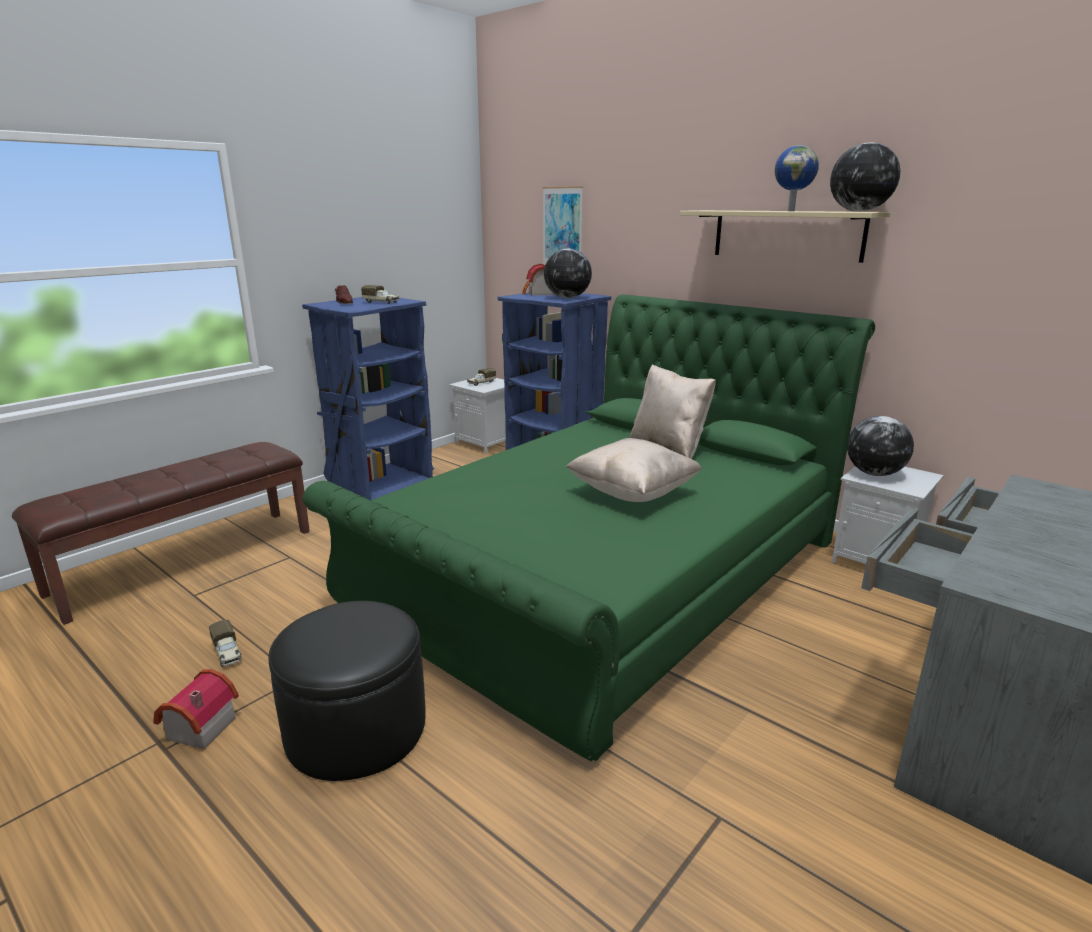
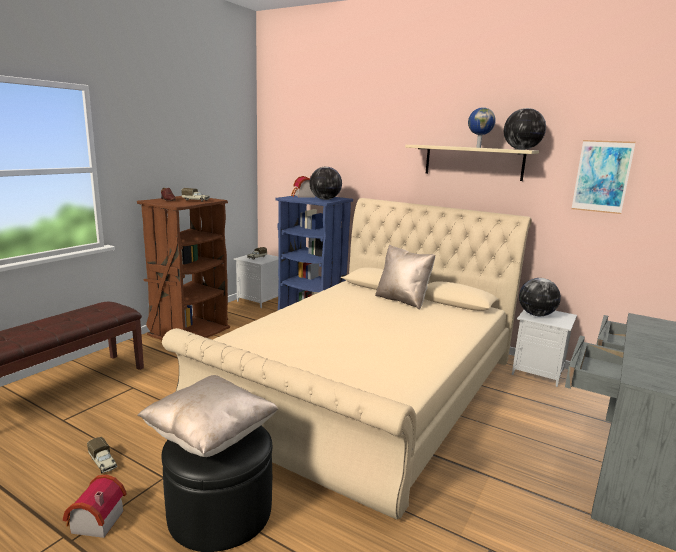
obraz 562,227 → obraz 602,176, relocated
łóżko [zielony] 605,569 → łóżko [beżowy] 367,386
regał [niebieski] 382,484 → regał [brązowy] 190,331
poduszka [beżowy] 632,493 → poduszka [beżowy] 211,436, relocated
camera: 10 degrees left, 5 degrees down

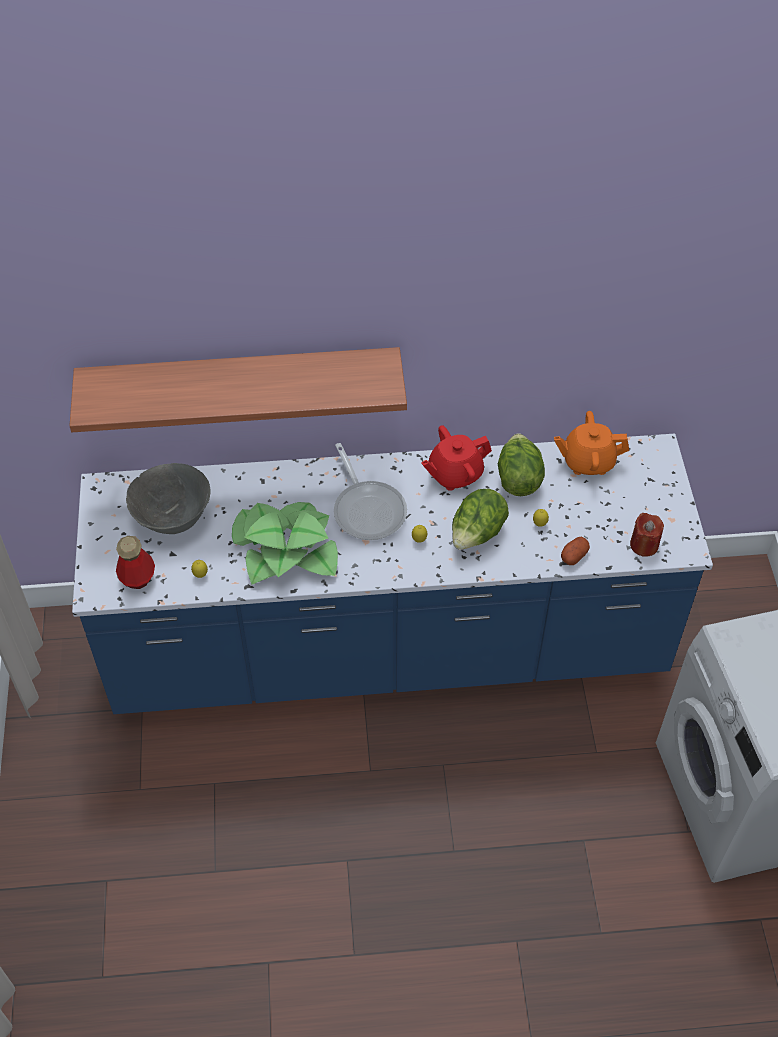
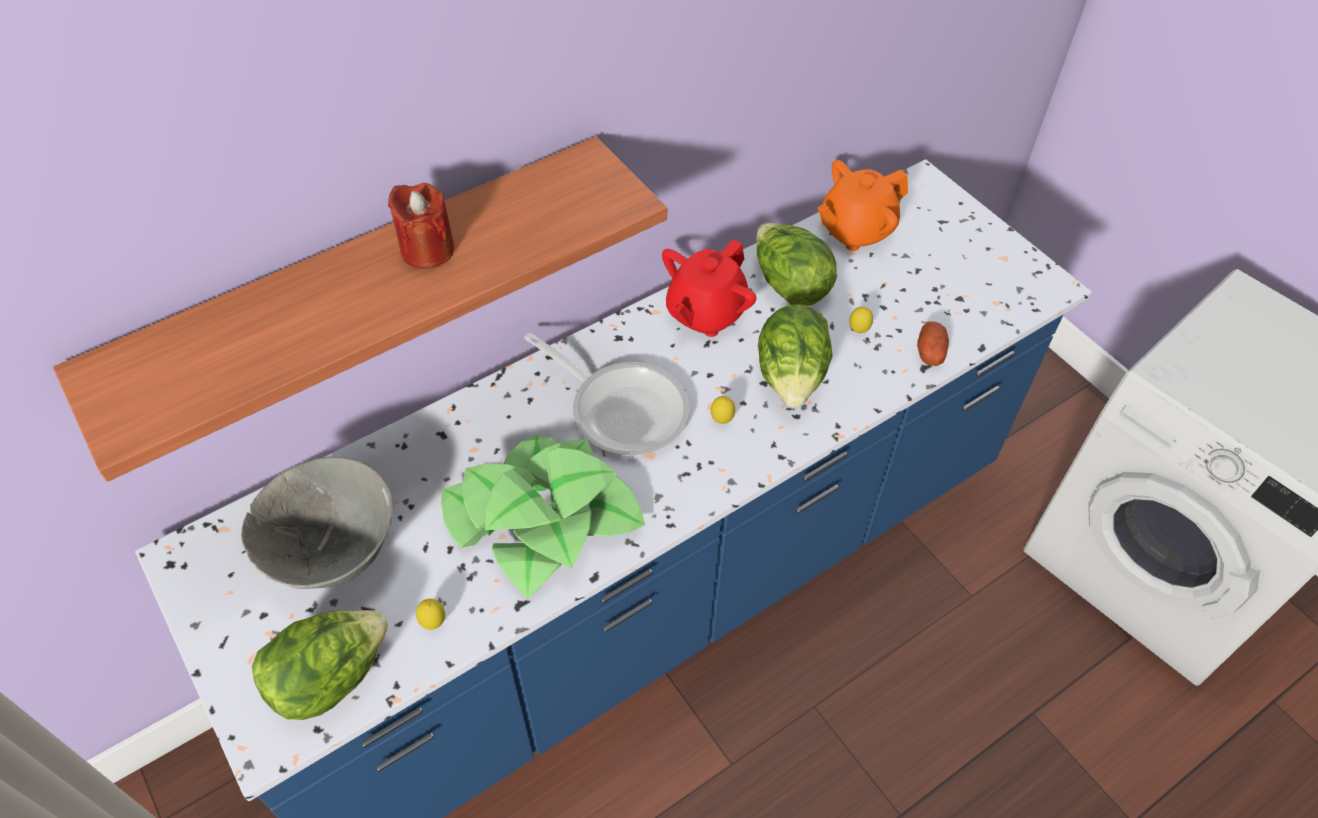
świeca [czerwony] 644,545 → świeca [czerwony] 427,250, relocated
butelka 138,578 → sałata 330,678
camera: 30 degrees left, 0 degrees up

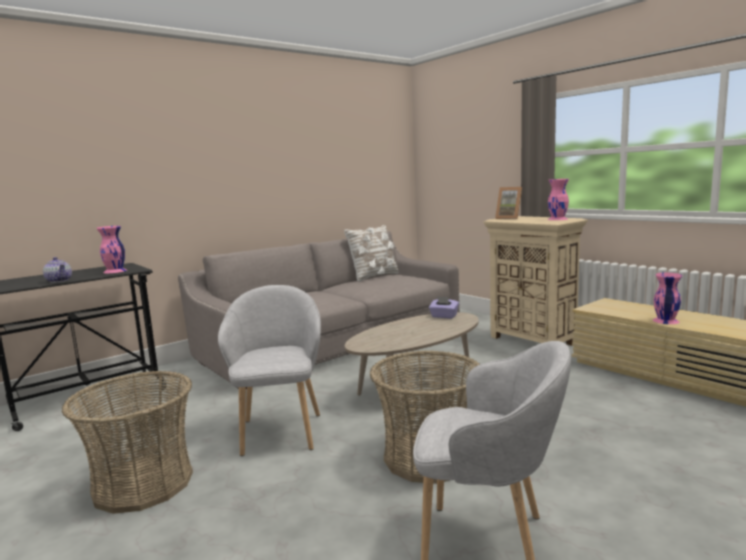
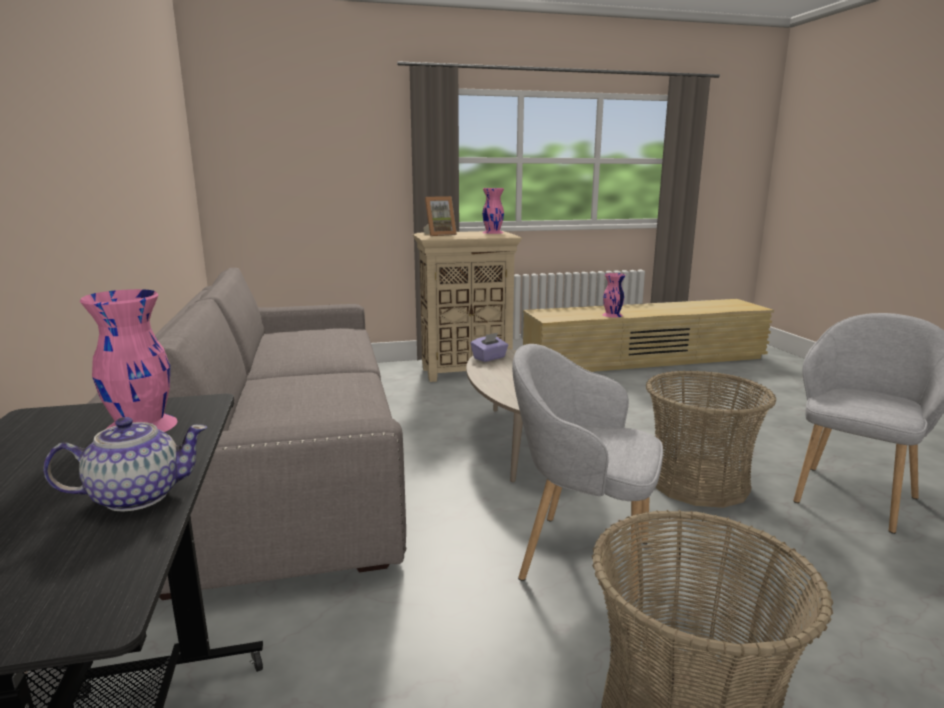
poduszka [biały] 374,277 → -
camera: 65 degrees left, 5 degrees up

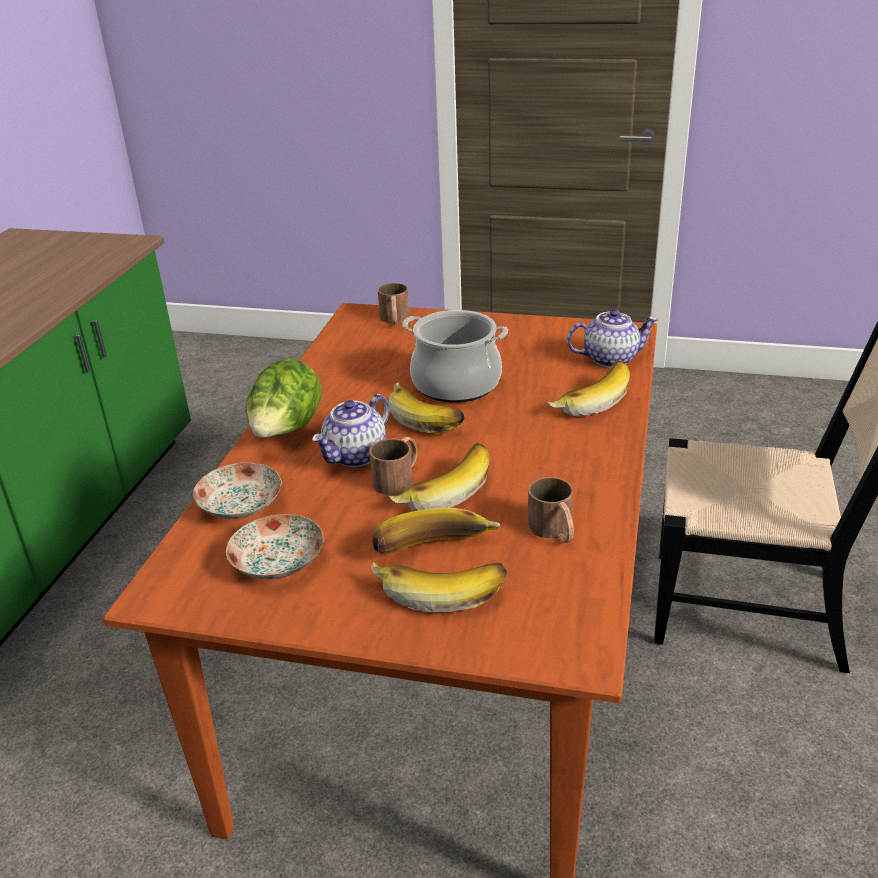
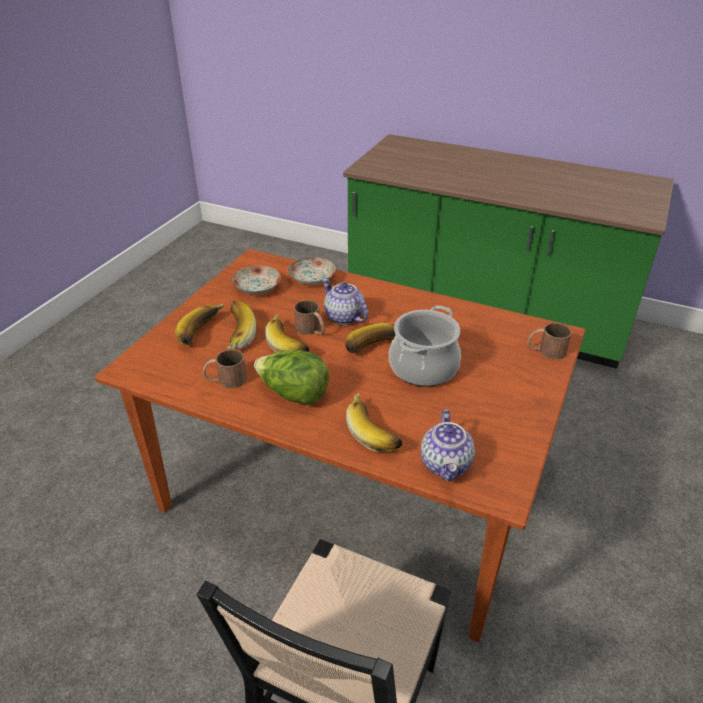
sałata 286,432 → sałata 293,395, relocated
camera: 100 degrees right, 5 degrees up

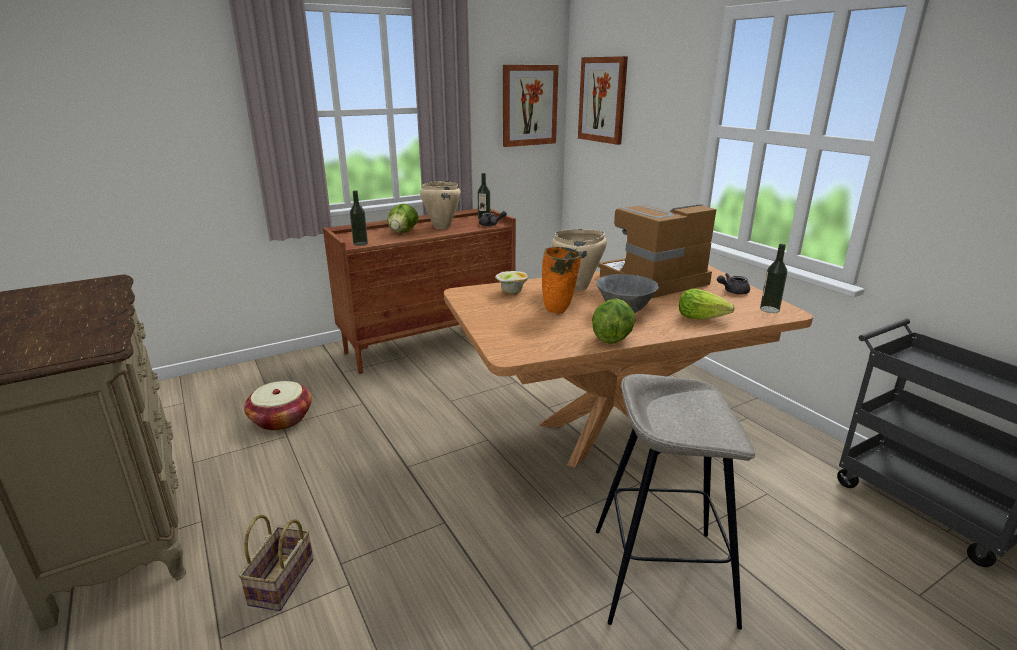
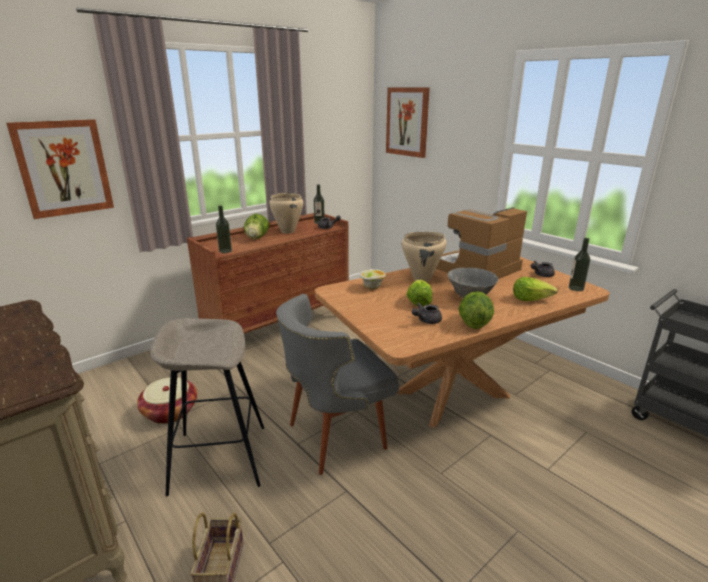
obraz 529,105 → obraz 63,168, relocated
wazon [pomarańczowy] 558,311 → sałata 418,301
stołek [szary] 661,574 → stołek [szary] 219,458, relocated
- → krzesło [szary] 337,436
- → imbryk [szary] 426,321
camera: 10 degrees left, 0 degrees up

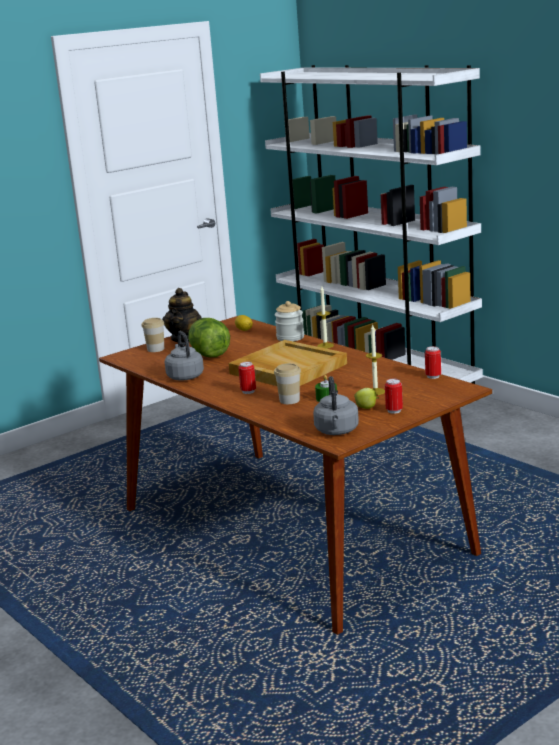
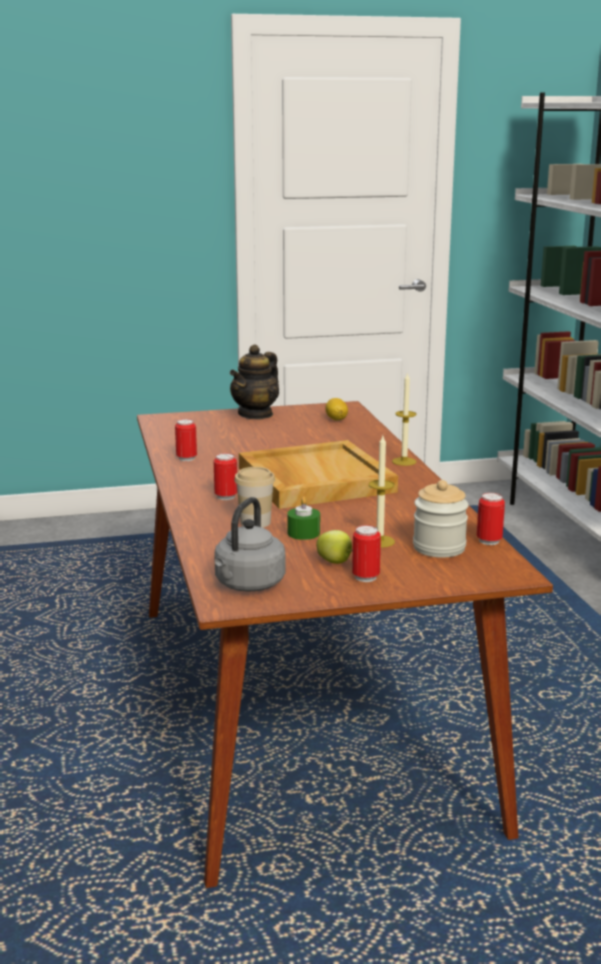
słoik 290,337 → słoik 439,548, relocated
filiżanka 155,349 → -
sałata 209,355 → -
czajnik [szary] 184,376 → puszka 186,458
camera: 25 degrees right, 0 degrees up

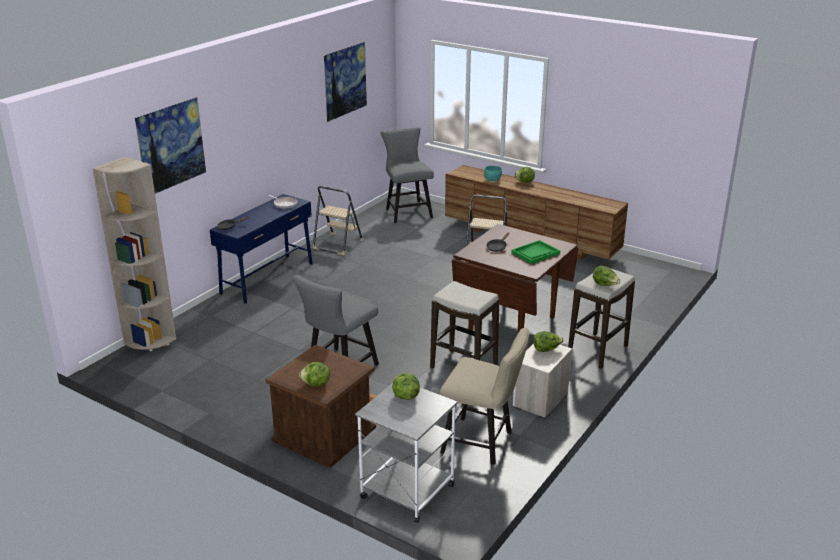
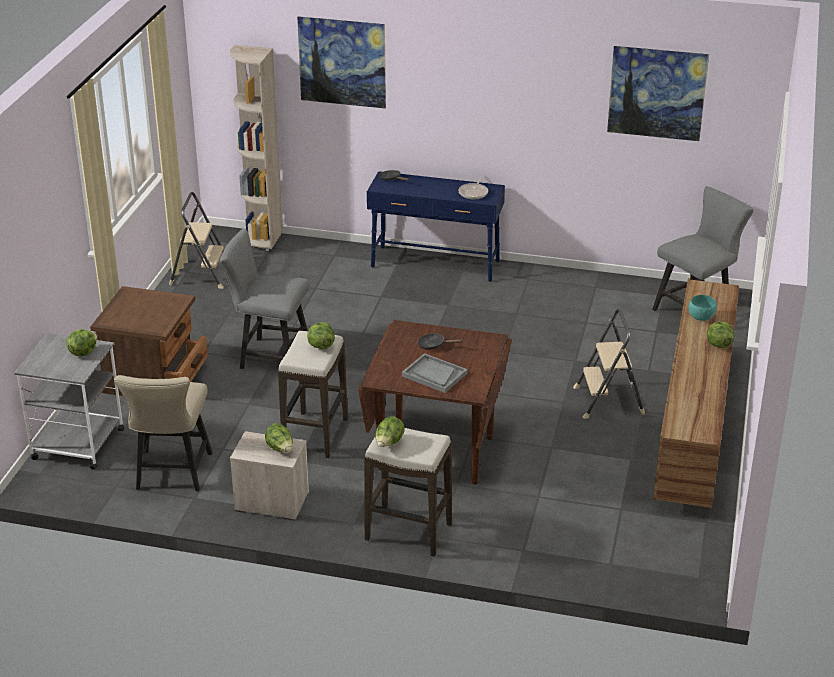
drabinka [beżowy] 336,245 → drabinka [beżowy] 198,274, relocated
taca [zielony] 535,253 → taca [szary] 434,375
sałata 316,384 → sałata 320,346, relocated
camera: 70 degrees right, 5 degrees up

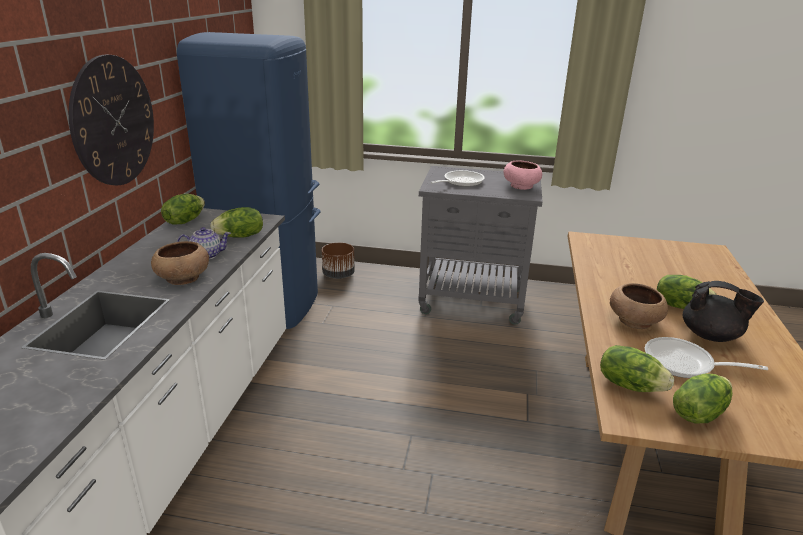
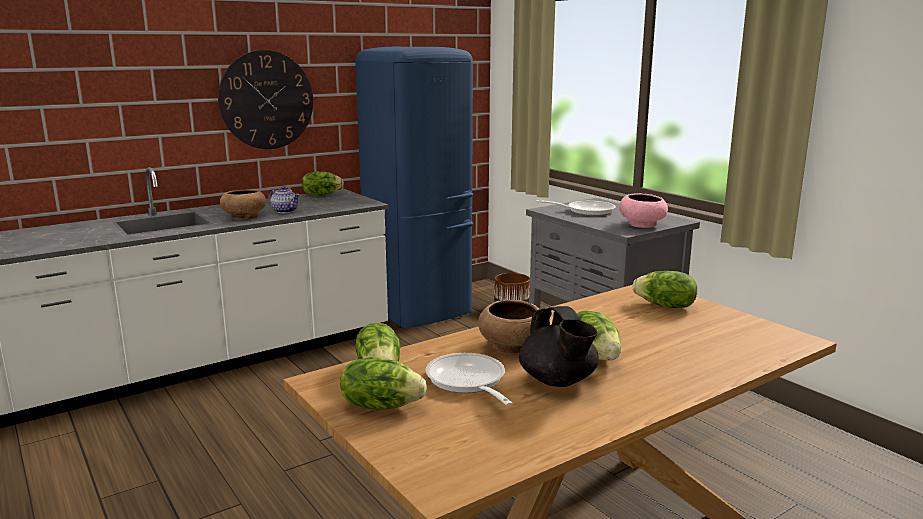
sałata 240,236 → sałata 665,306, relocated
camera: 45 degrees right, 10 degrees down

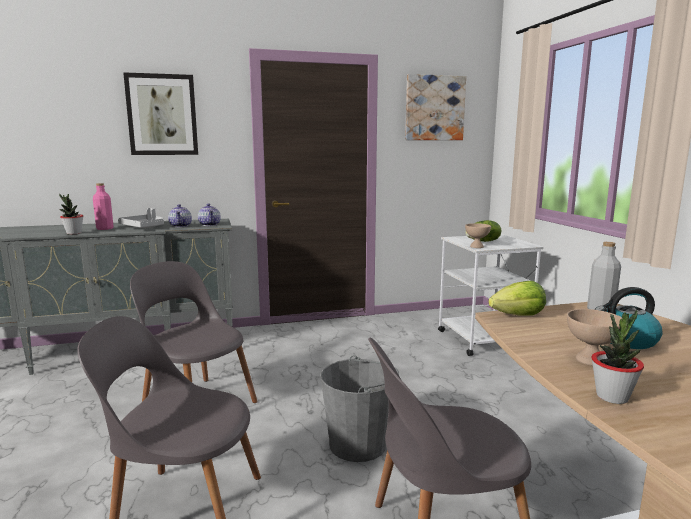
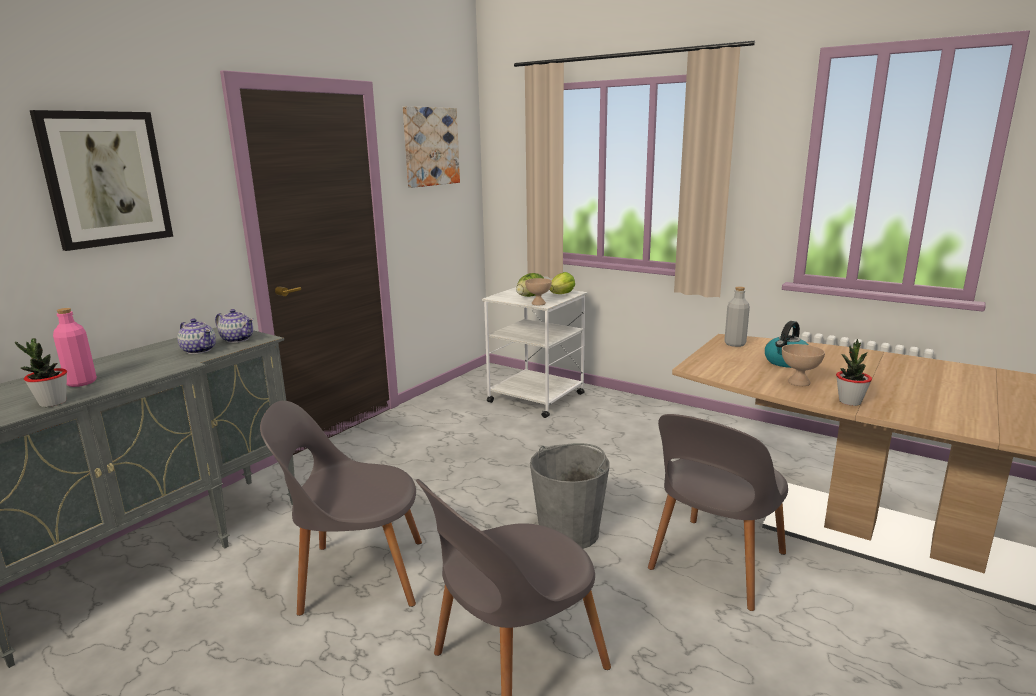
taca [szary] 144,227 → -
sałata 518,316 → sałata 561,294, relocated
camera: 40 degrees left, 5 degrees up

